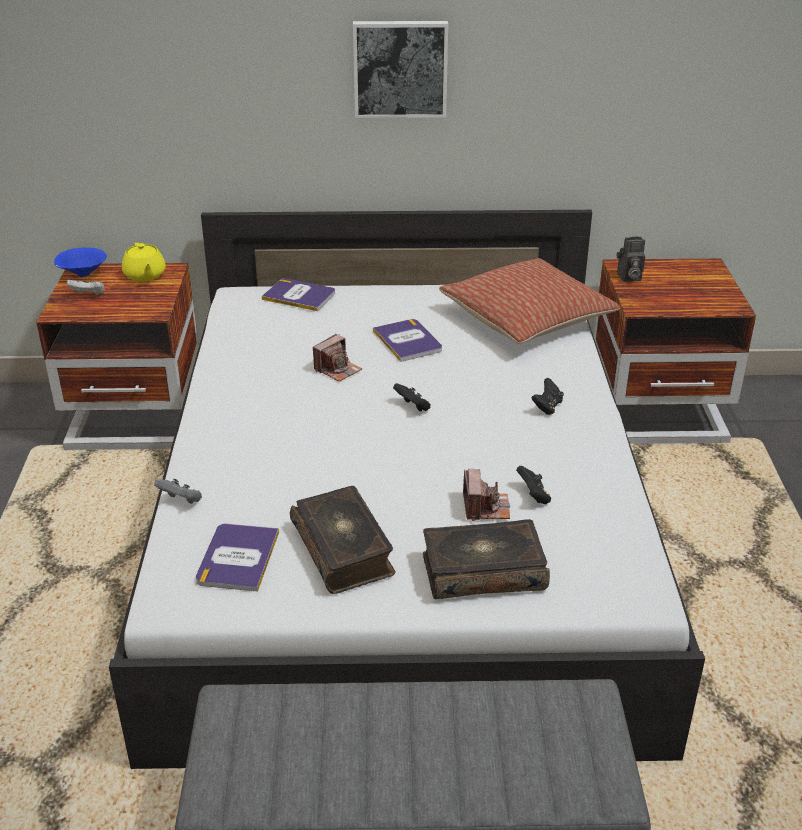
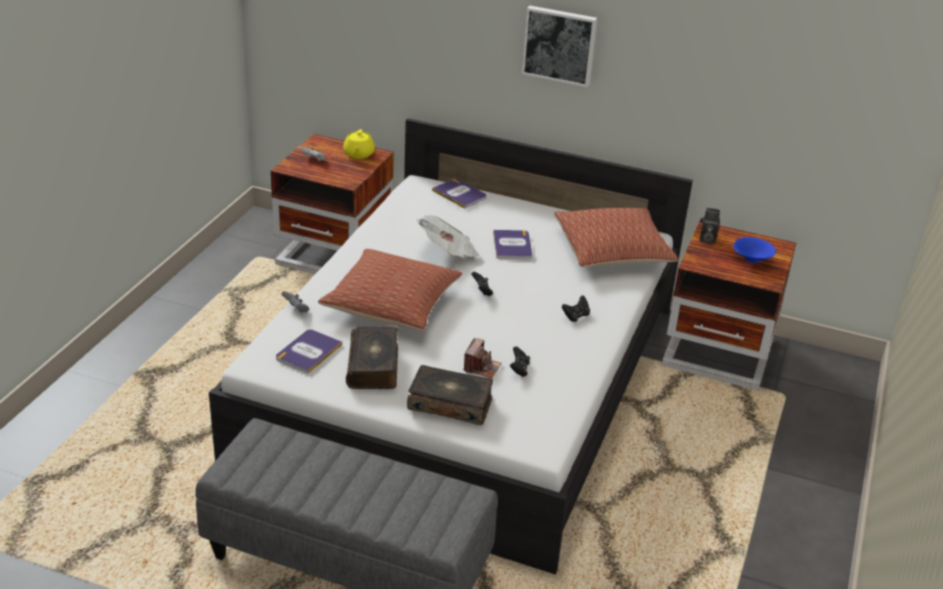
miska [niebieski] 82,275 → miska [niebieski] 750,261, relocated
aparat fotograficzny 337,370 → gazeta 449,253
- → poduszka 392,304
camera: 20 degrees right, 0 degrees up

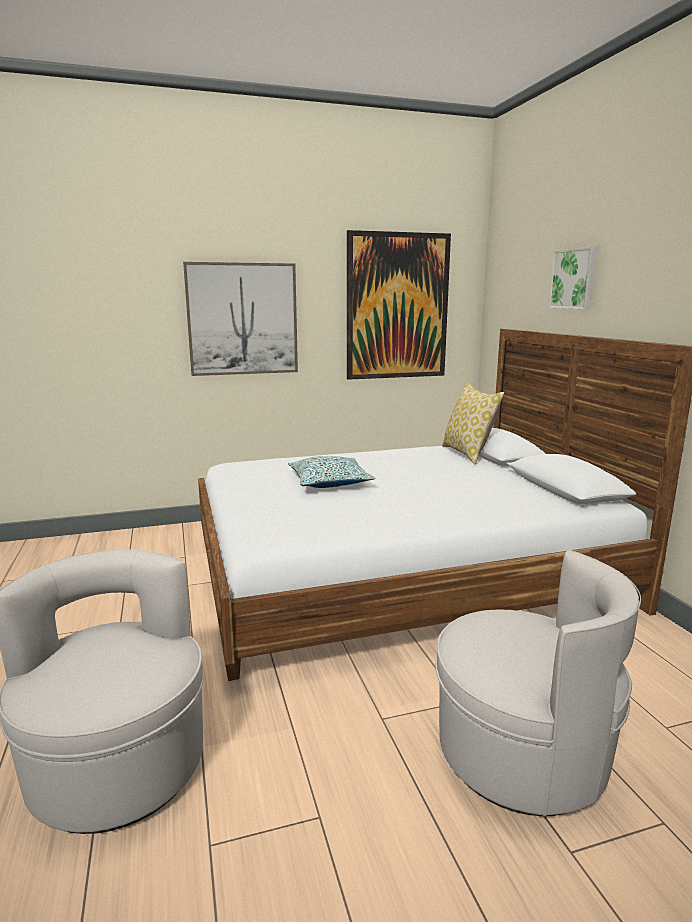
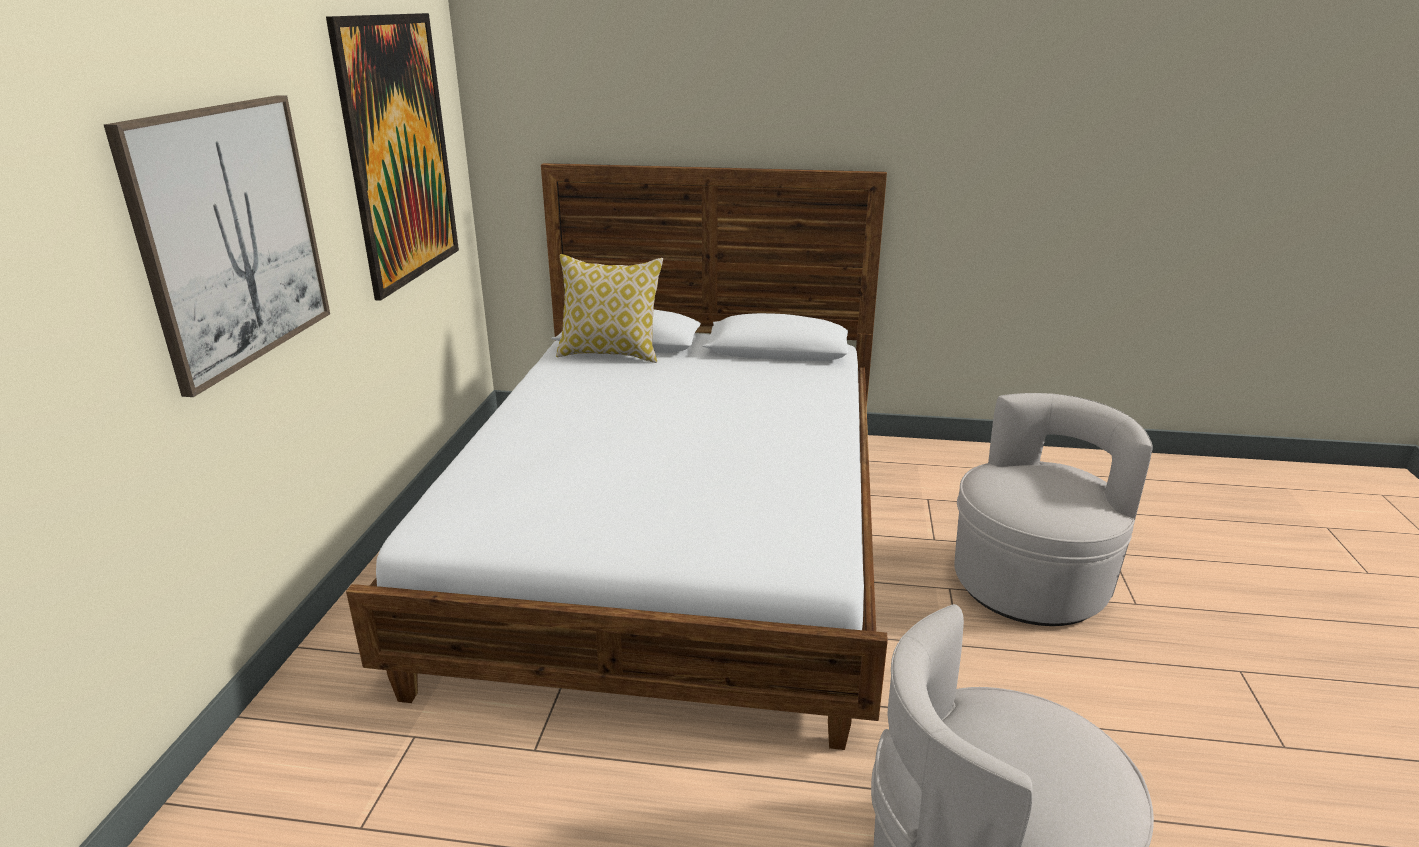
obraz 574,279 → -
poduszka 329,482 → -
camera: 65 degrees left, 10 degrees up

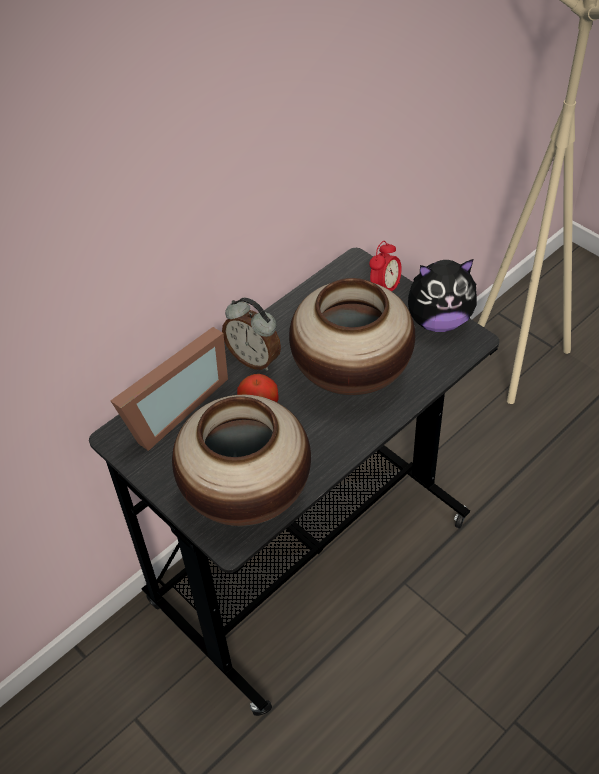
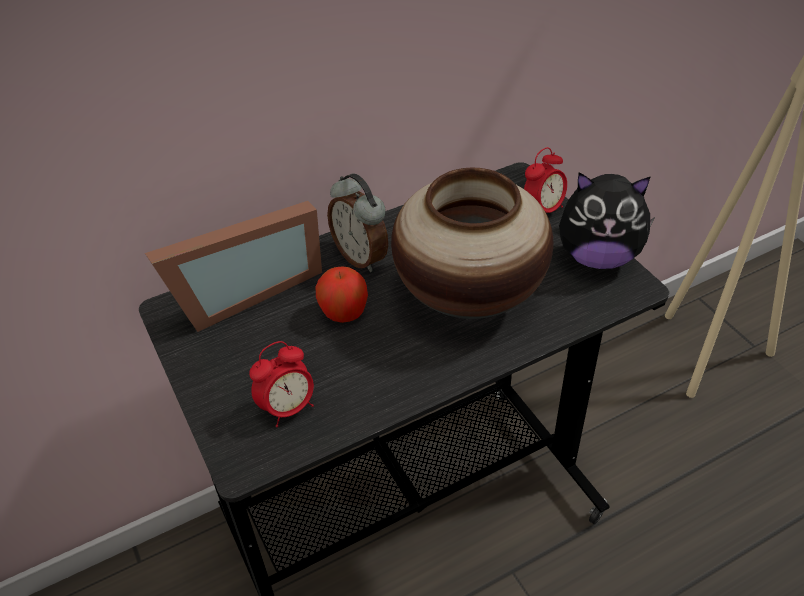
wazon 247,494 → budzik 288,408
camera: 15 degrees right, 5 degrees down

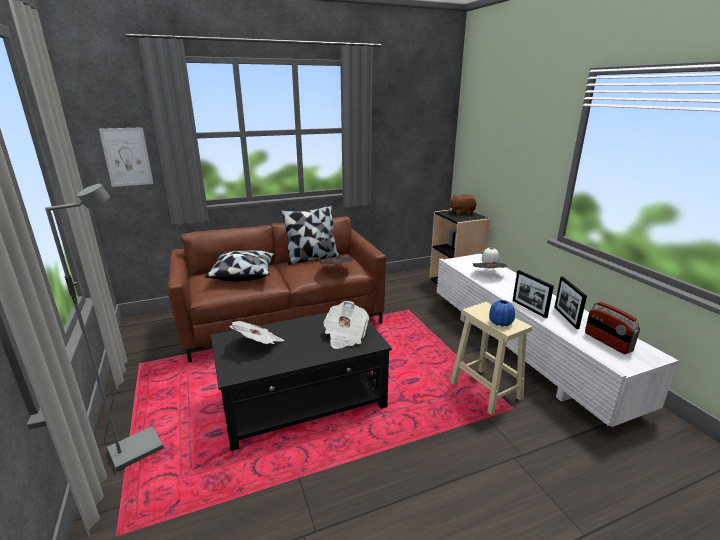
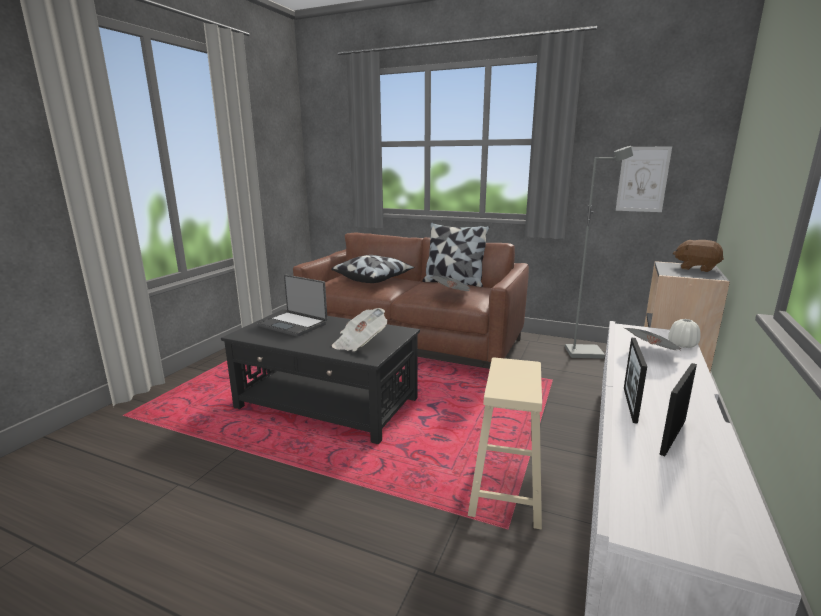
obraz 127,157 → obraz 642,179, relocated
lampa stojąca [szary] 136,449 → lampa stojąca [szary] 584,353, relocated
wazon [niebieski] 500,322 → -
radio 607,342 → -
gazeta 258,344 → laptop 294,325
camera: 45 degrees right, 5 degrees down

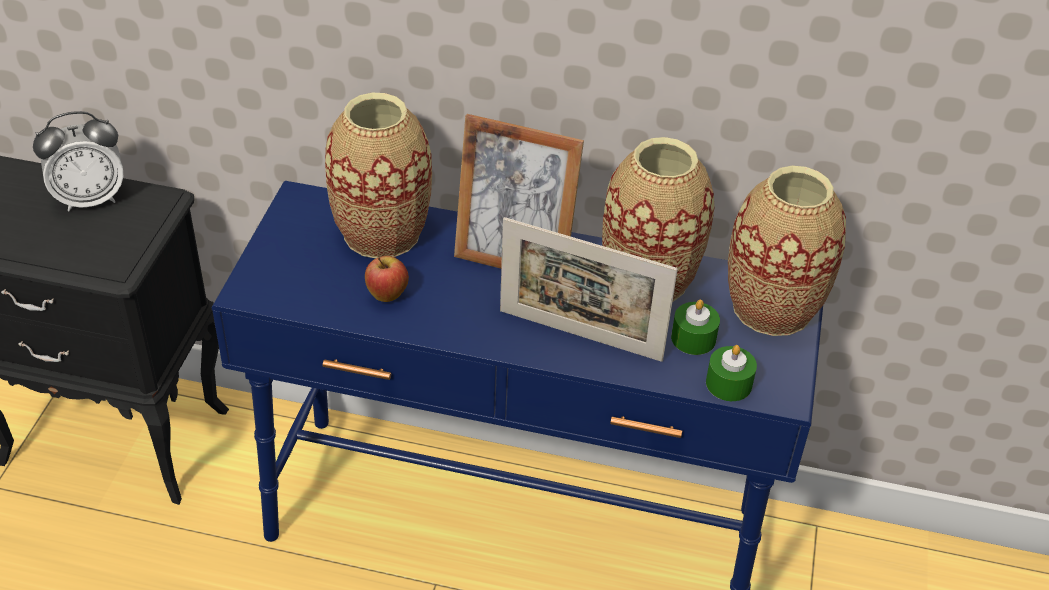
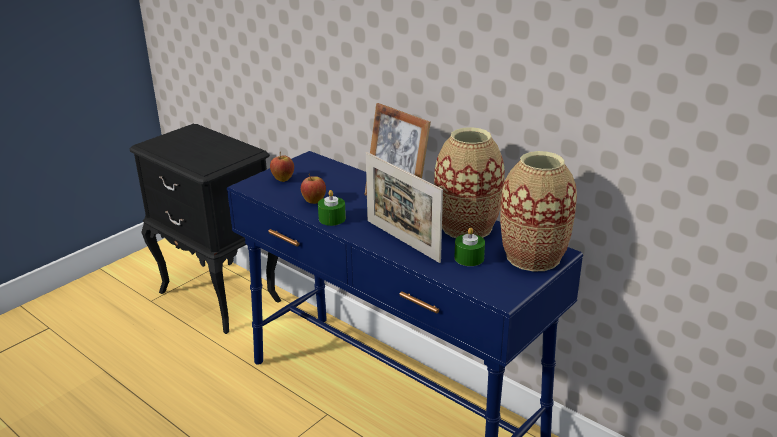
wazon 382,233 → -
budzik 90,199 → -
świeca [zielony] 728,383 → świeca [zielony] 332,218, relocated
- → jabłko 283,179
camera: 30 degrees right, 15 degrees down

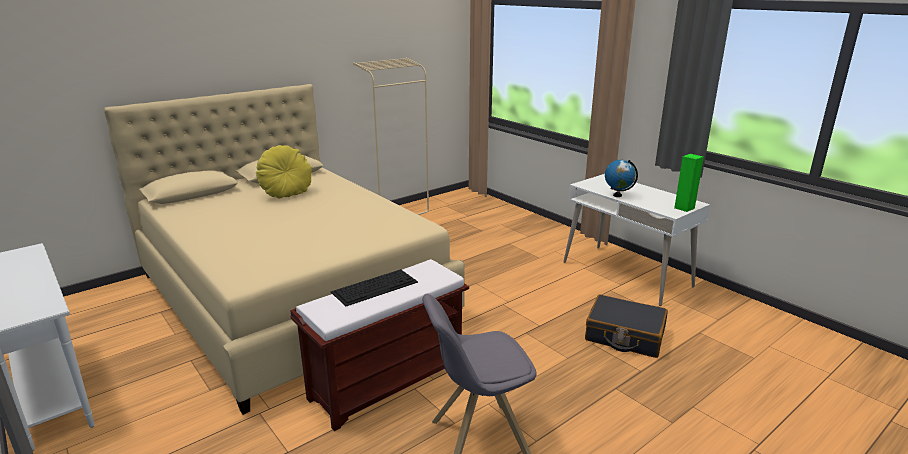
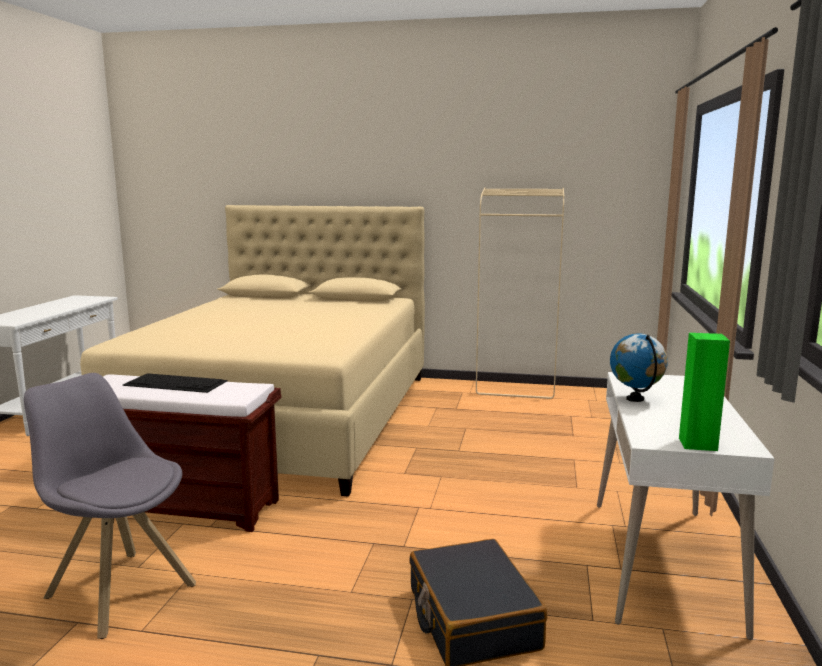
poduszka [żółty] 287,195 → -
camera: 50 degrees right, 10 degrees down

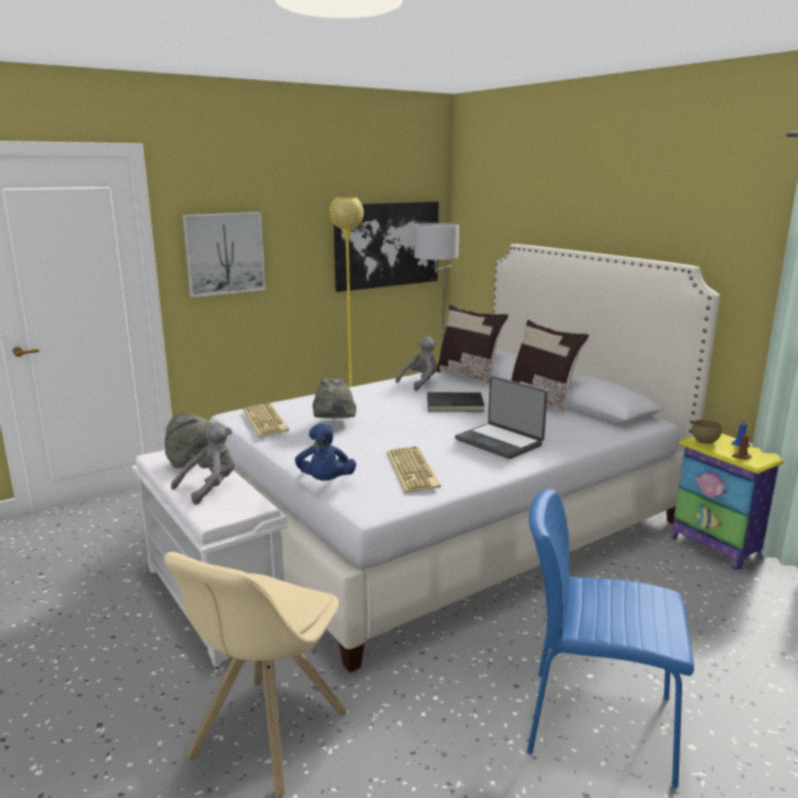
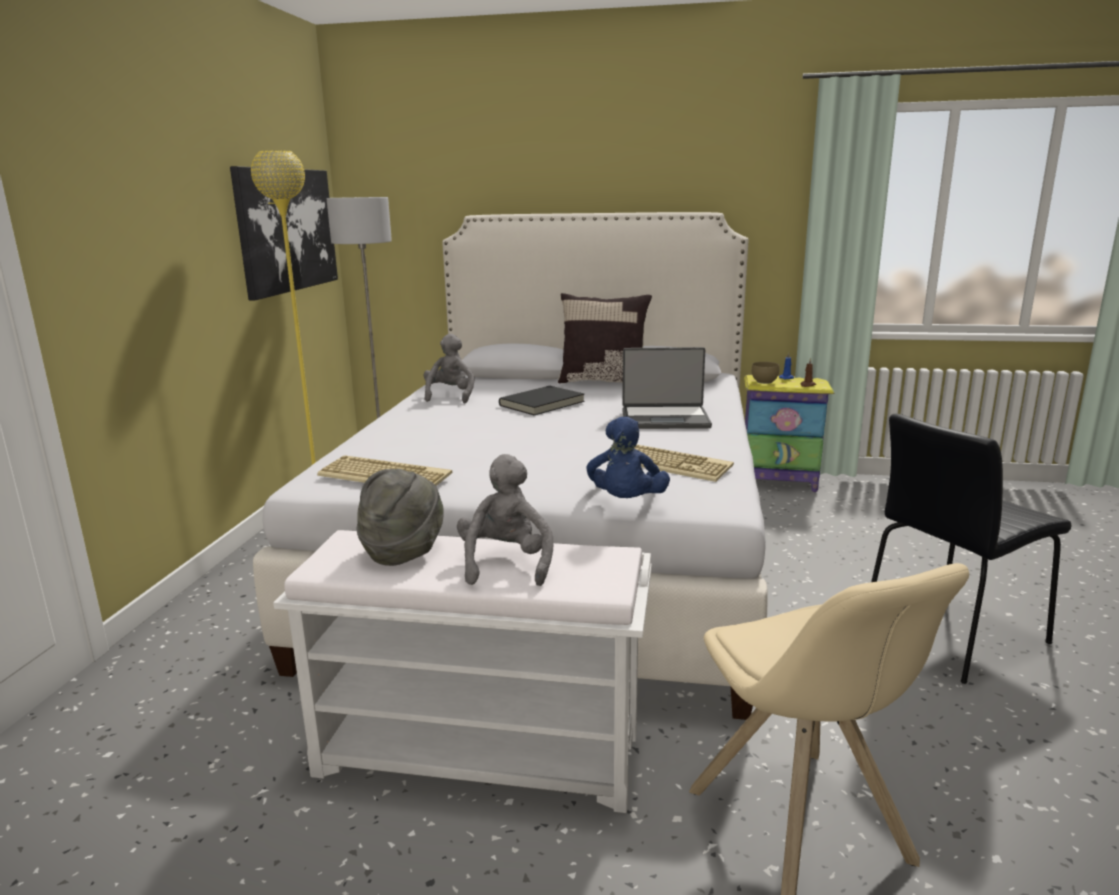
obraz 224,253 → -
poduszka 469,377 → -
kapelusz [szary] 334,424 → -
pluszak [niebieski] 325,482 → pluszak [niebieski] 626,502, 60 degrees clockwise
krzesło [niebieski] 594,724 → krzesło [czarny] 949,636
camera: 45 degrees left, 0 degrees up

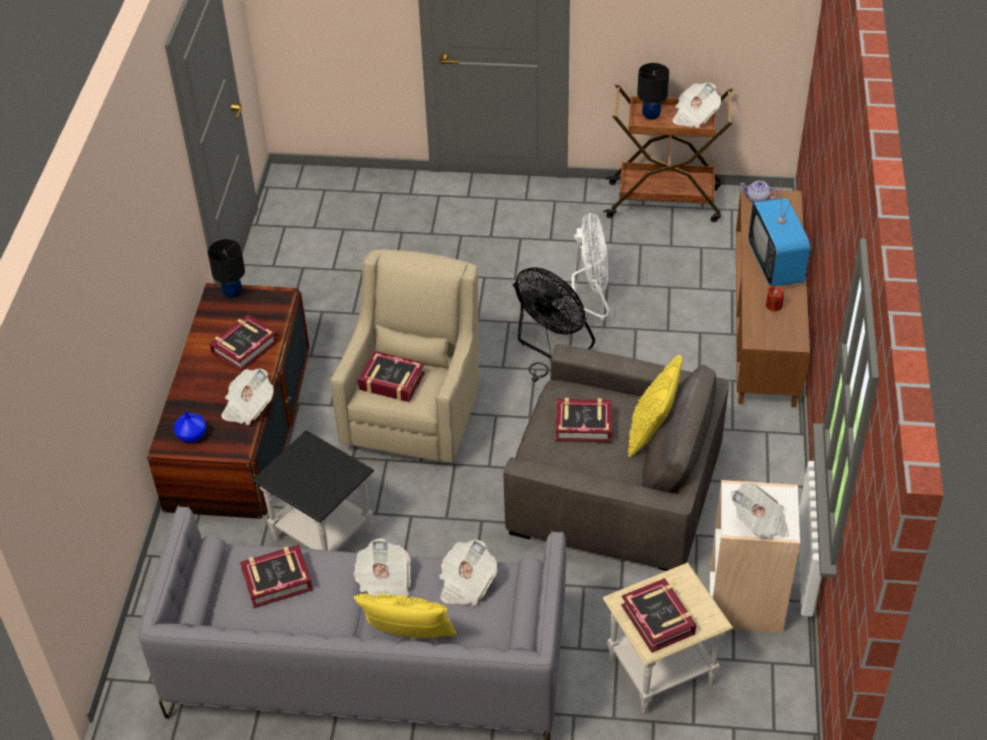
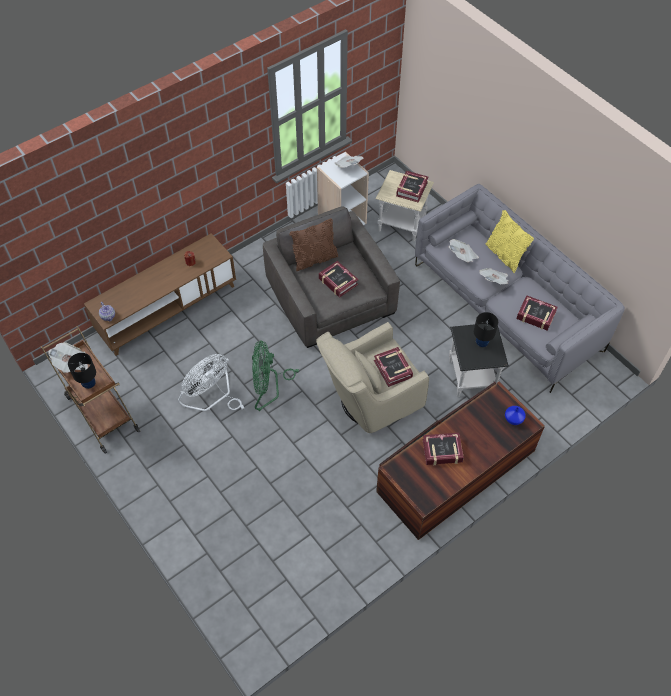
telewizor 775,264 → -
lampa stołowa [czarny] 233,293 → lampa stołowa [czarny] 481,343, relocated
wentylator [czarny] 546,345 → wentylator [zielony] 269,384
poduszka [żółty] 651,432 → poduszka [brązowy] 314,259
gazeta 248,407 → -
camera: 135 degrees left, 10 degrees up

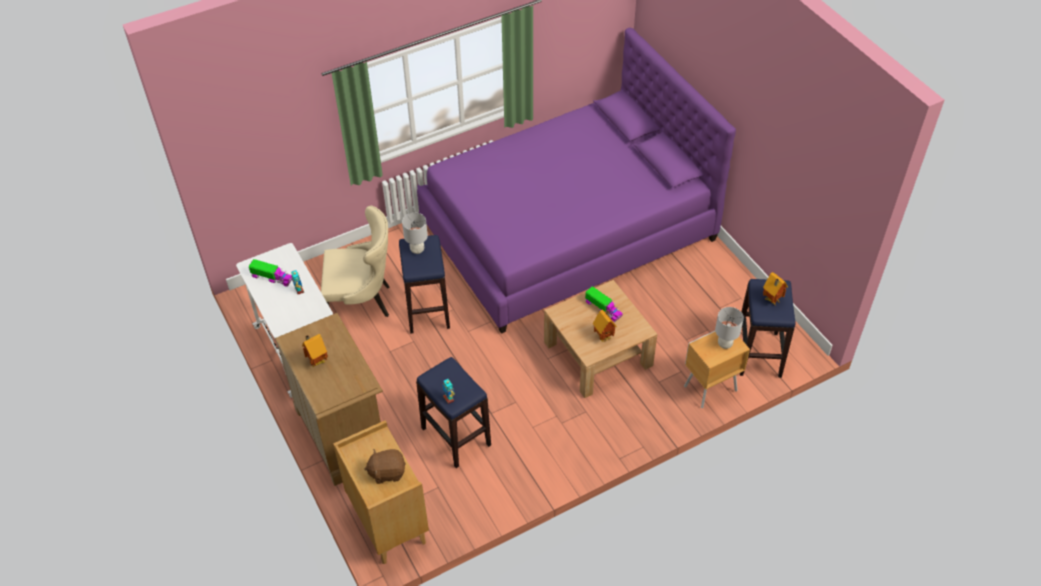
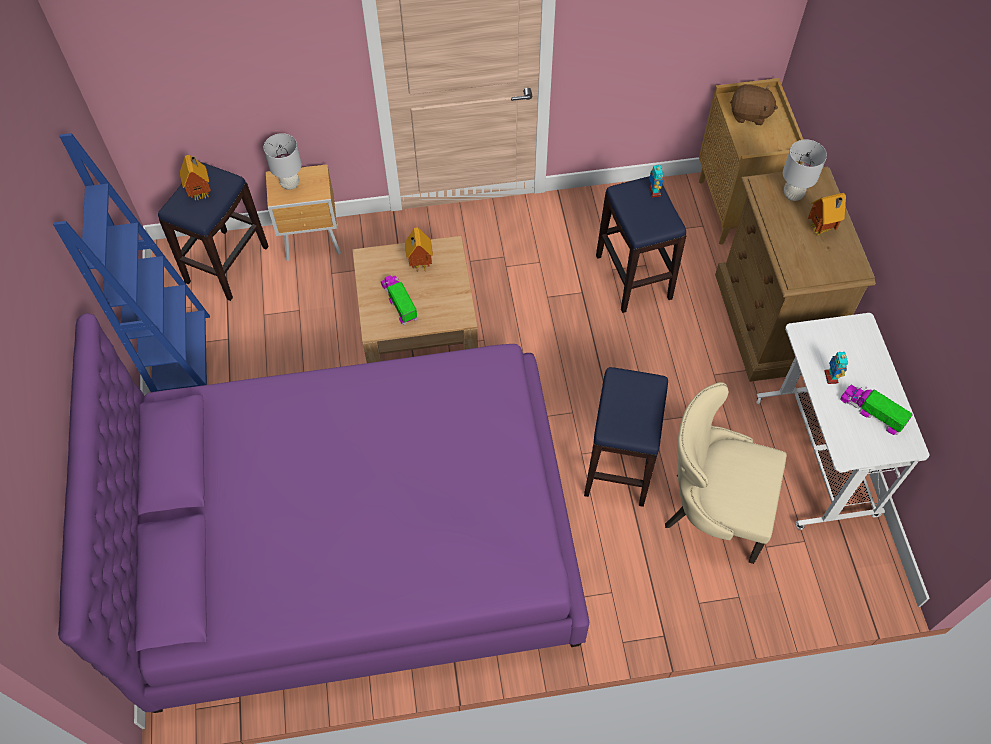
lampa stołowa [szary] 416,250 → lampa stołowa [szary] 793,195, relocated
- → regał [niebieski] 182,357
camera: 160 degrees left, 10 degrees up

